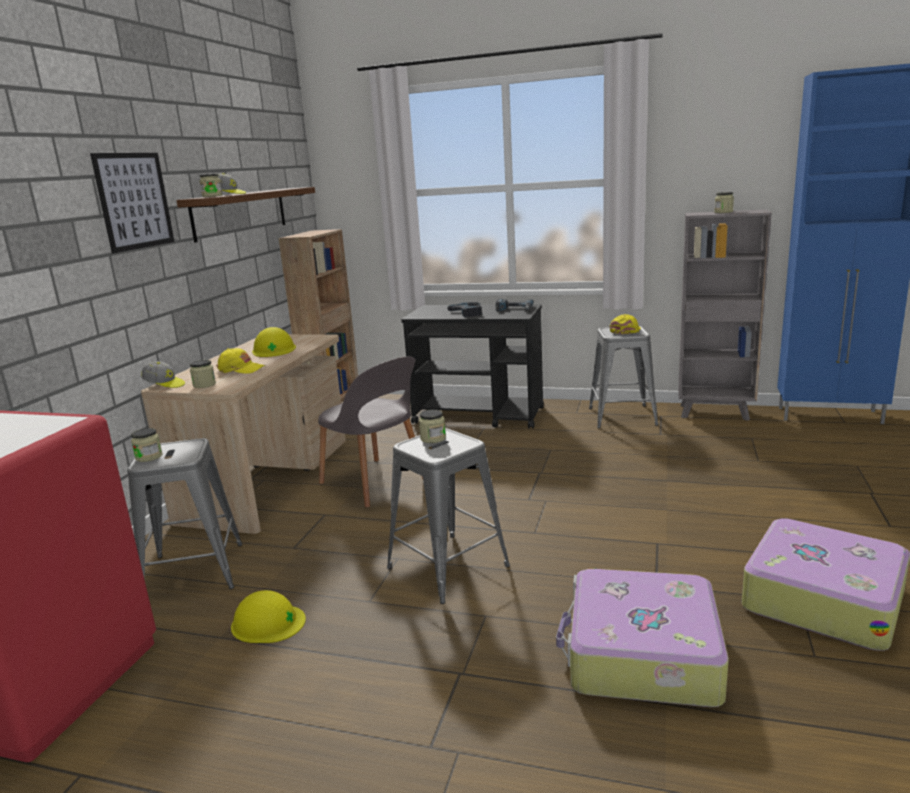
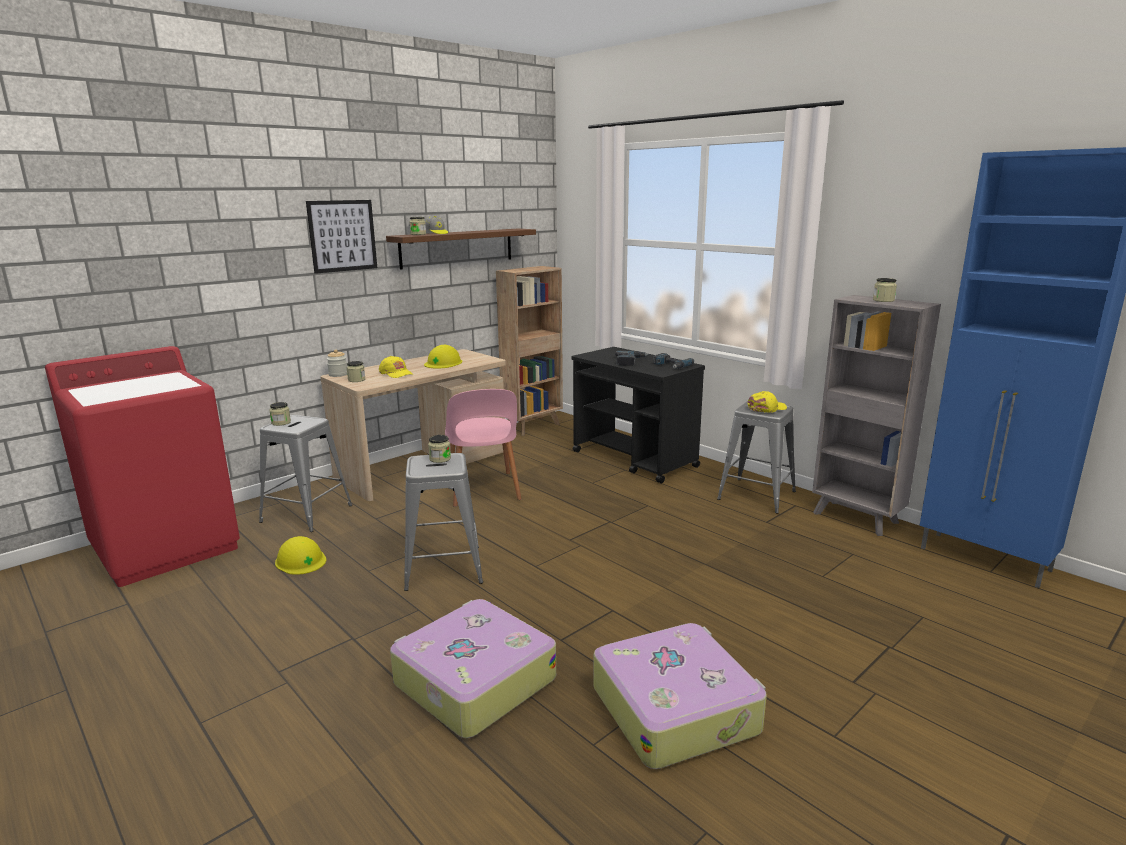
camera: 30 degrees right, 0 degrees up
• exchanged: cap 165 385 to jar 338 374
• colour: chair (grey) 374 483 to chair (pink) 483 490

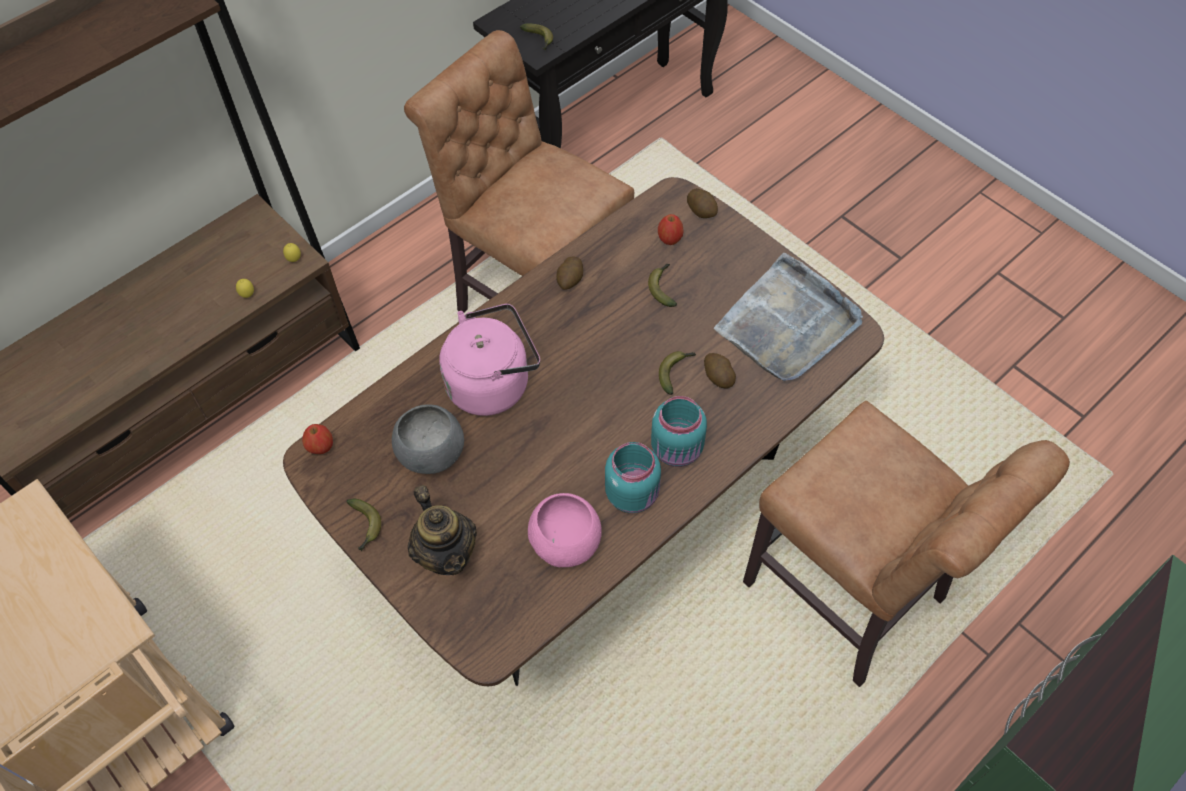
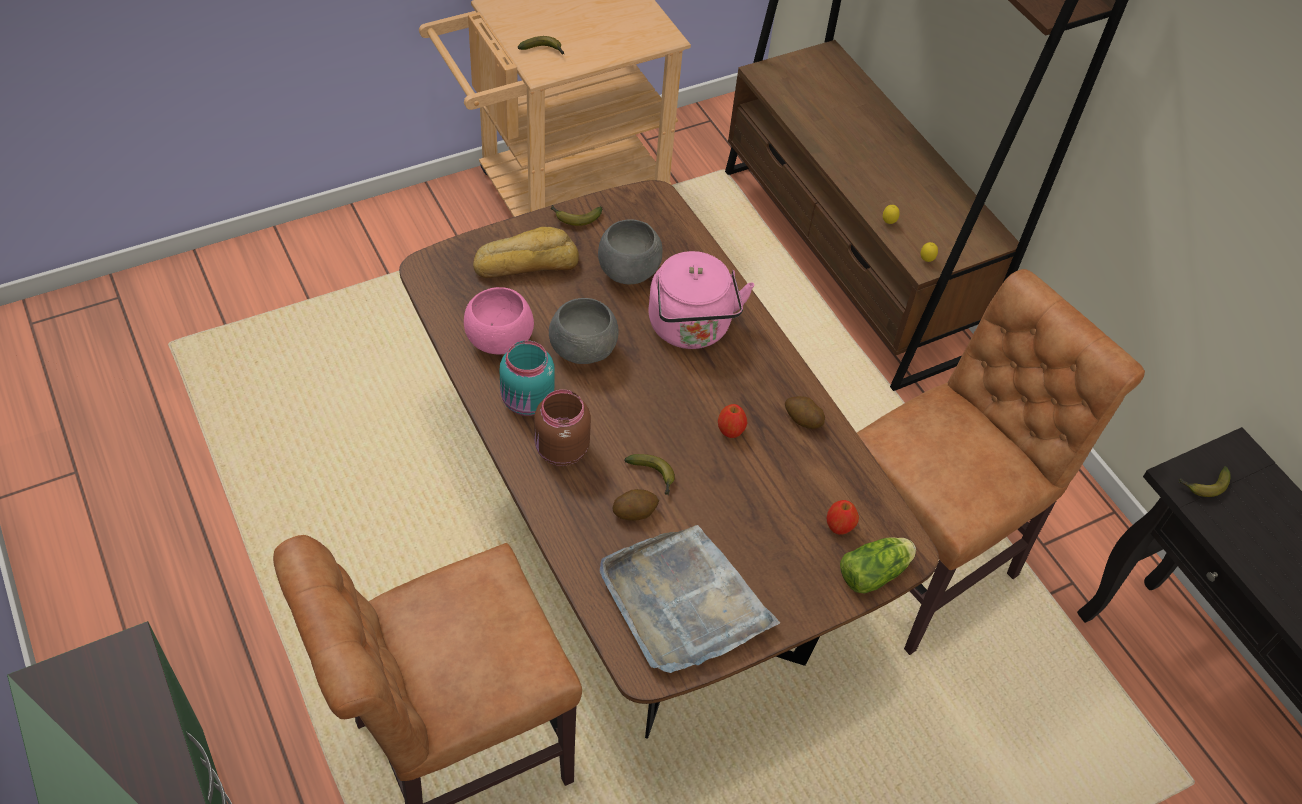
camera: 100 degrees right, 5 degrees down
• exchanged: teapot 447 554 to bread 525 262
• relocated: banana 663 287 to 544 51
• colour: jar (turquoise) 678 450 to jar (brown) 560 450
• appeared: bowl (grey) 583 351
• relocated: apple 321 447 to 730 430
• exchanged: potato 702 211 to lettuce 876 572

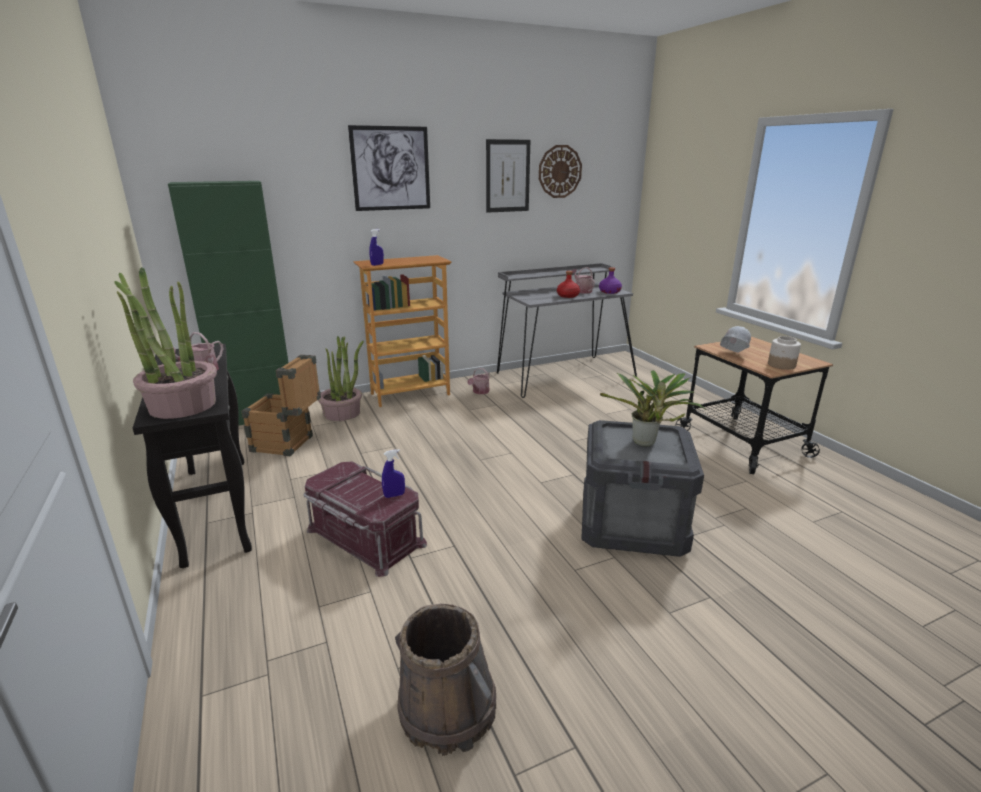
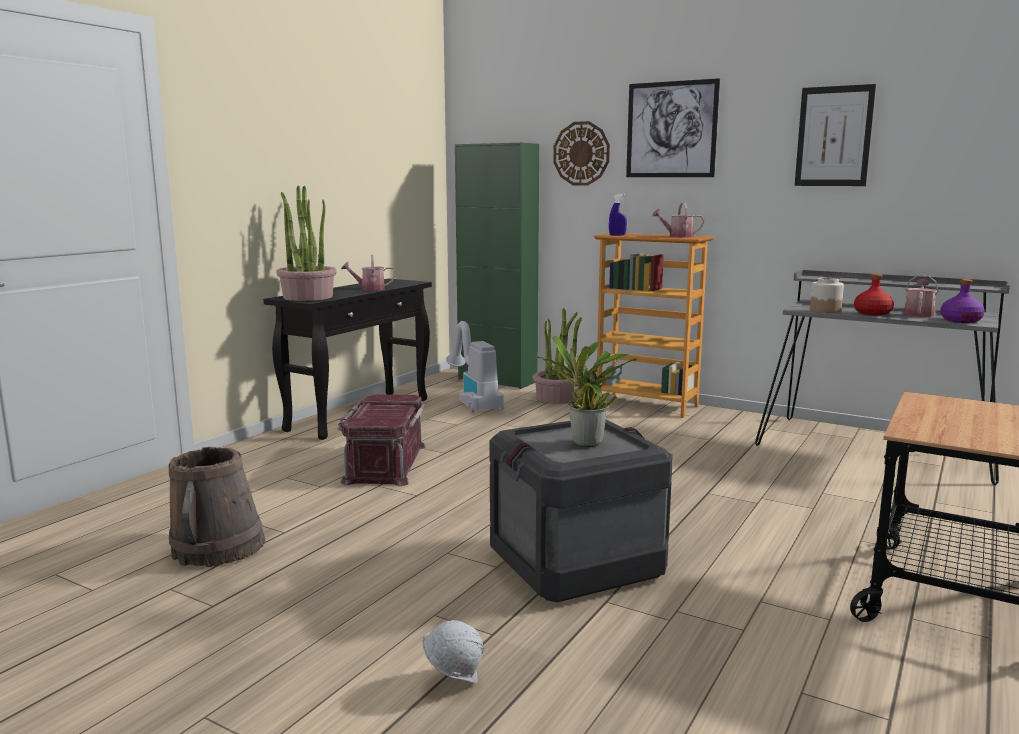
camera: 55 degrees right, 10 degrees down
• relocated: hard hat (white) 732 355 to 453 680
• exchanged: crate 288 445 to vacuum cleaner 473 401
• relocated: wall clock 559 171 to 581 153
• relocated: watering can 479 392 to 677 236
• relocated: jar 781 365 to 825 310
• missing: spray bottle (blue) 394 495

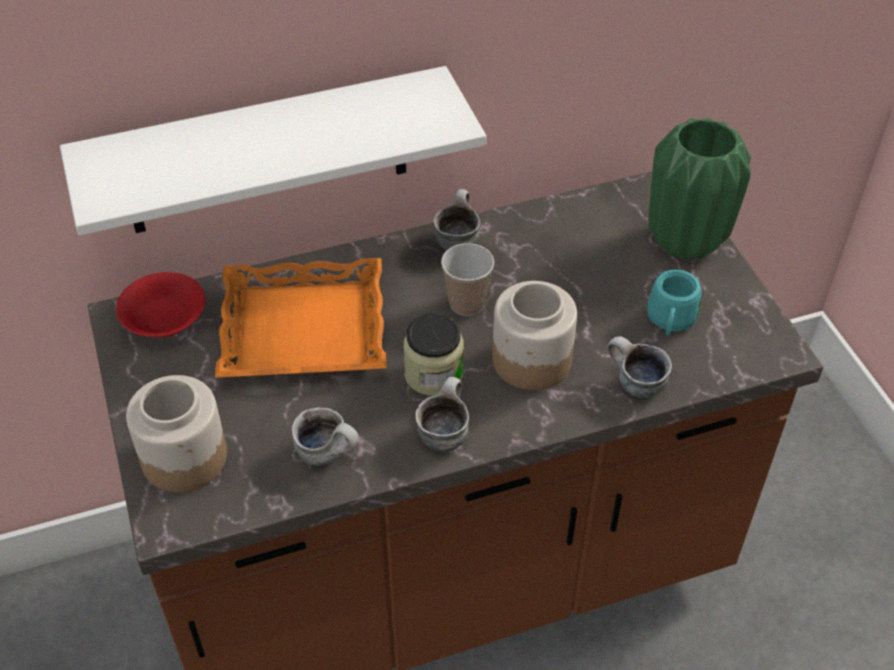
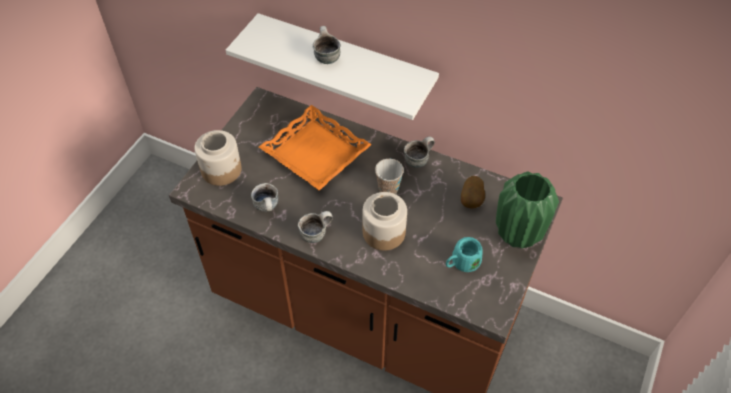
camera: 45 degrees right, 5 degrees up
• relocated: mug 633 384 to 325 56
• appeared: potato 472 201
• missing: bowl (red) 164 319
• missing: jar 434 374

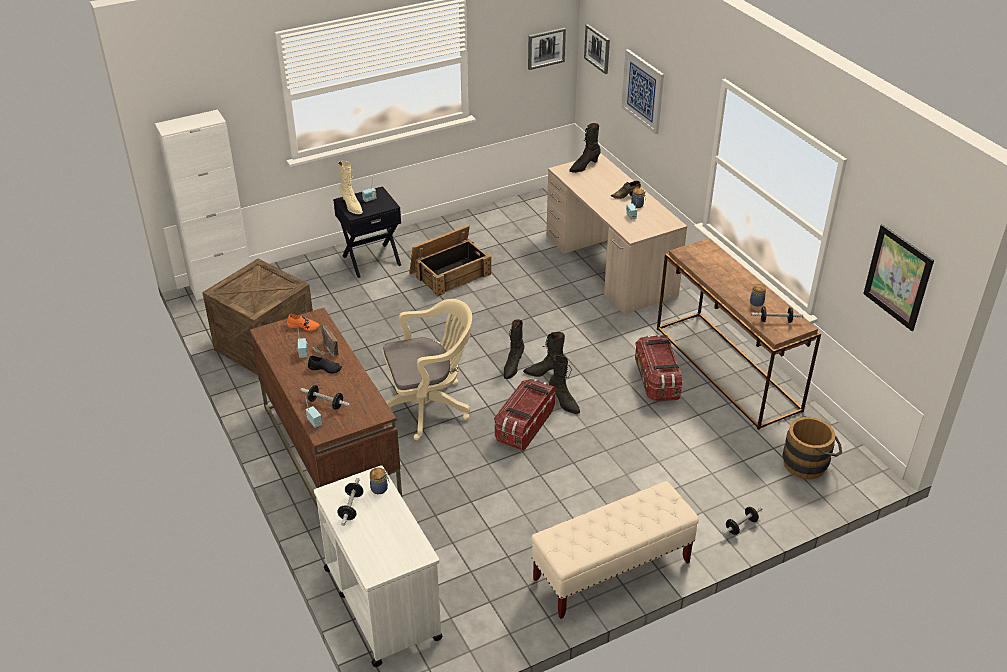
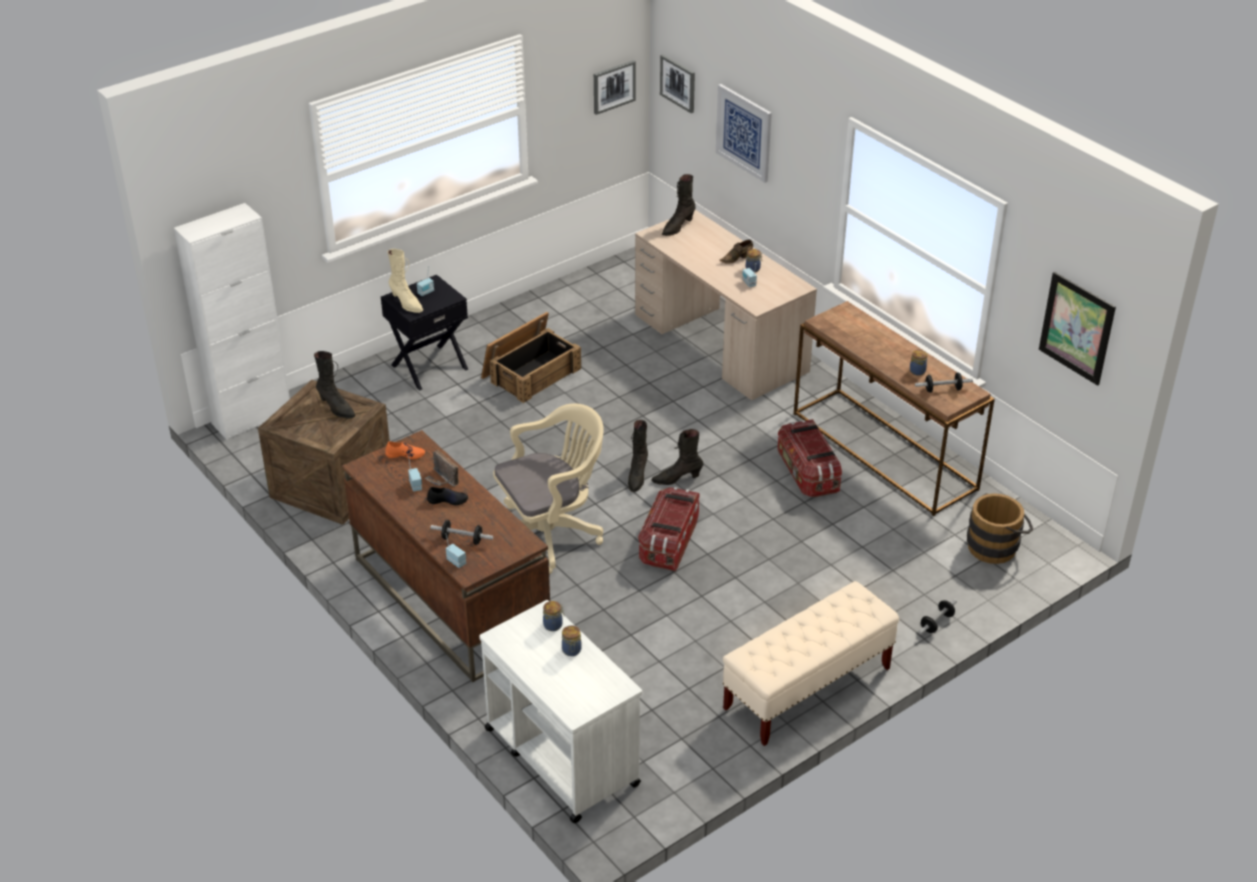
camera: 10 degrees left, 0 degrees up
• relocated: boot (black) 564 402 to 336 408
• appeared: jar 571 651
• missing: dumbbell 351 507

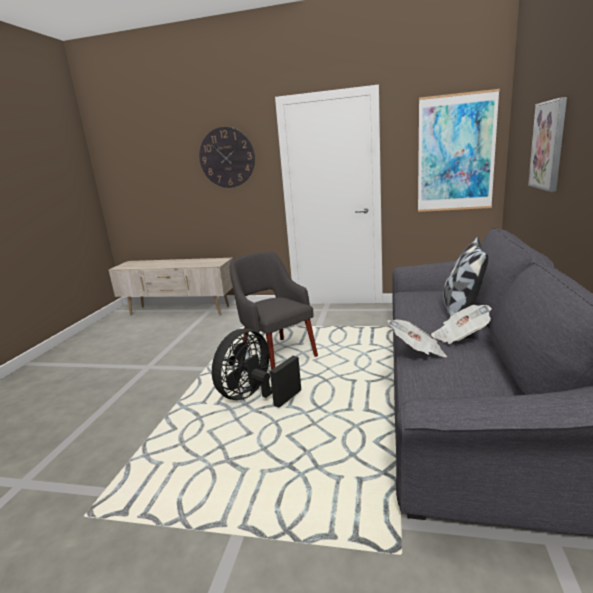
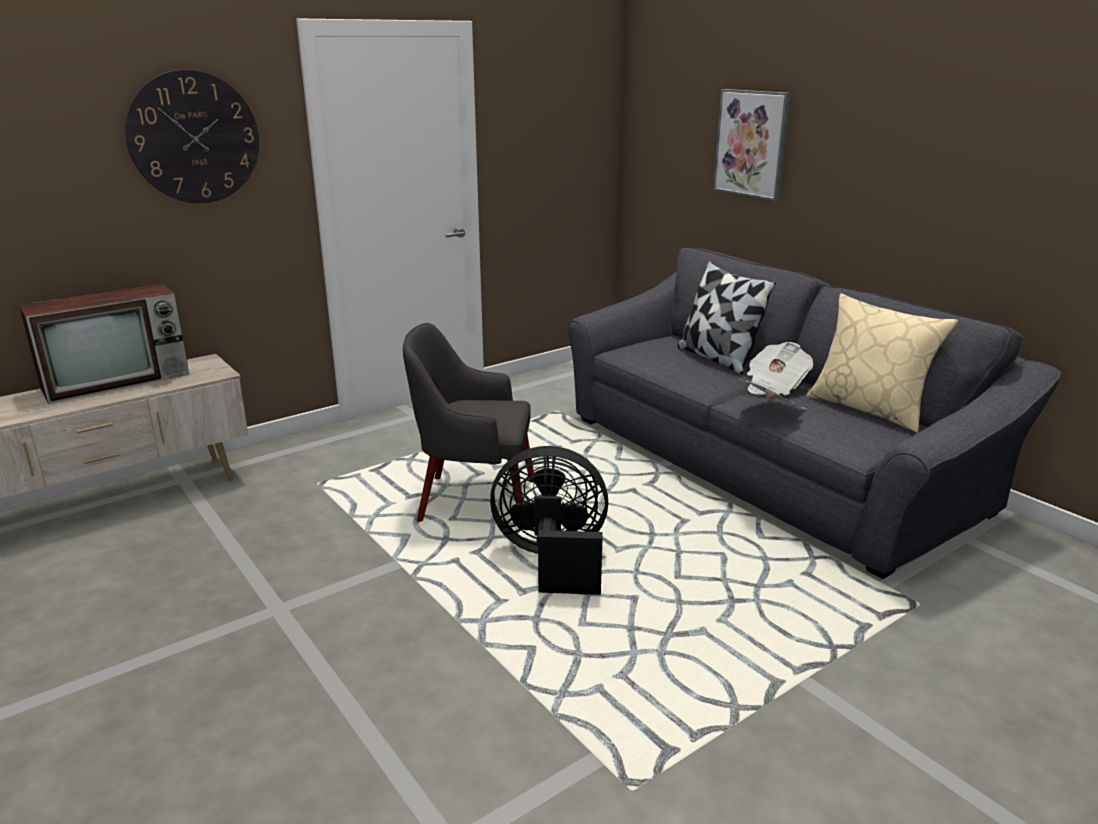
camera: 50 degrees left, 5 degrees up
• appeared: television 119 380
• spun: fan (black) 255 396 = 552 560 105 degrees clockwise
• appeared: pillow (beige) 869 409
• missing: picture 455 153

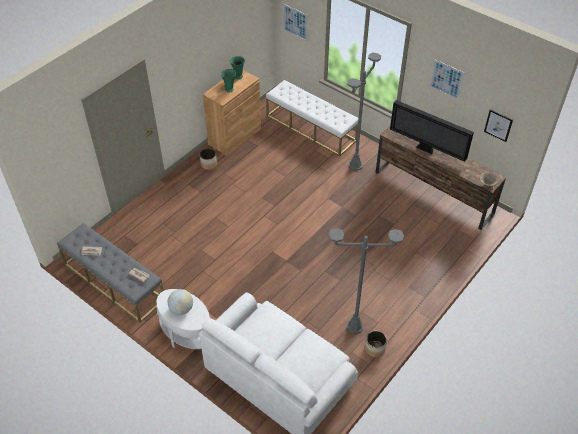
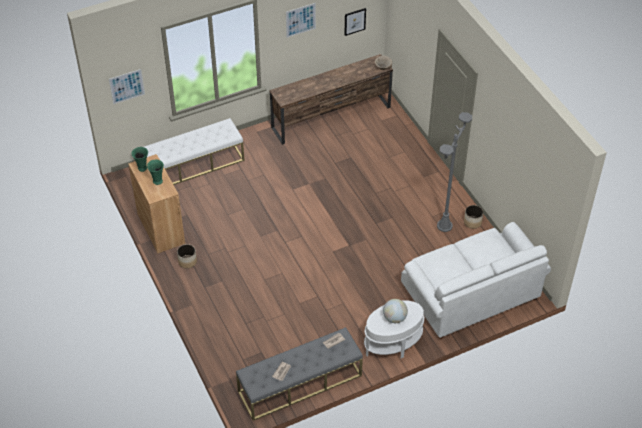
camera: 65 degrees left, 0 degrees up
• missing: floor lamp (grey) 355 165
• missing: television 426 150

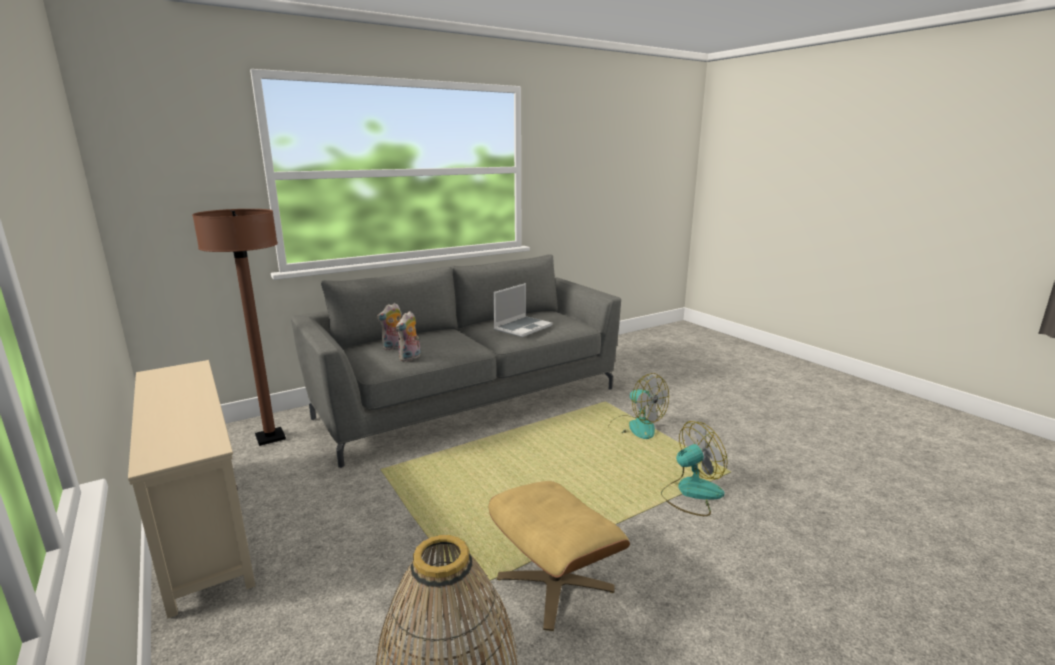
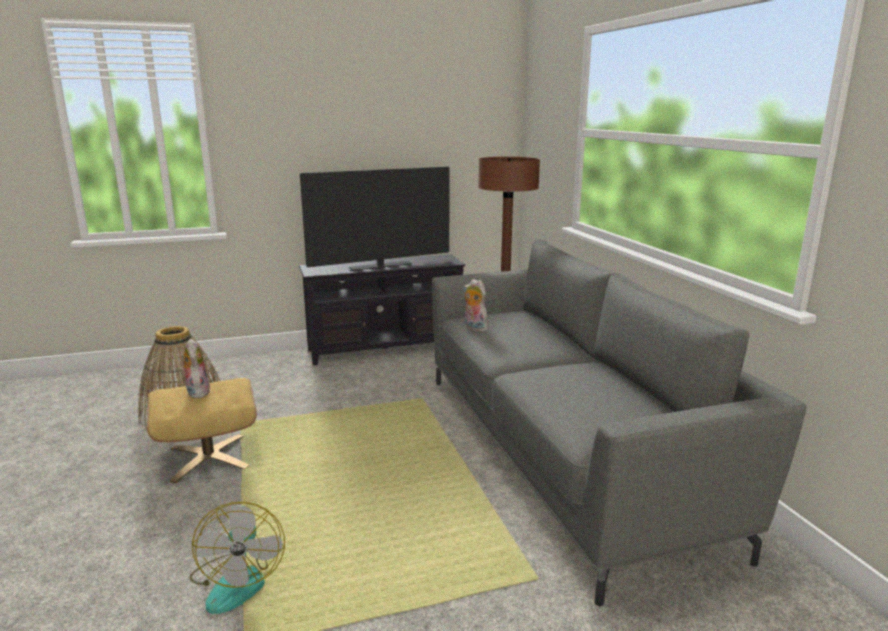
camera: 105 degrees right, 0 degrees up
• relocated: plush toy 394 348 to 196 392
• colour: tv stand (beige) 202 528 to tv stand (black) 385 349
• appeared: television 380 266
• missing: laptop 523 327
• missing: fan 635 427

